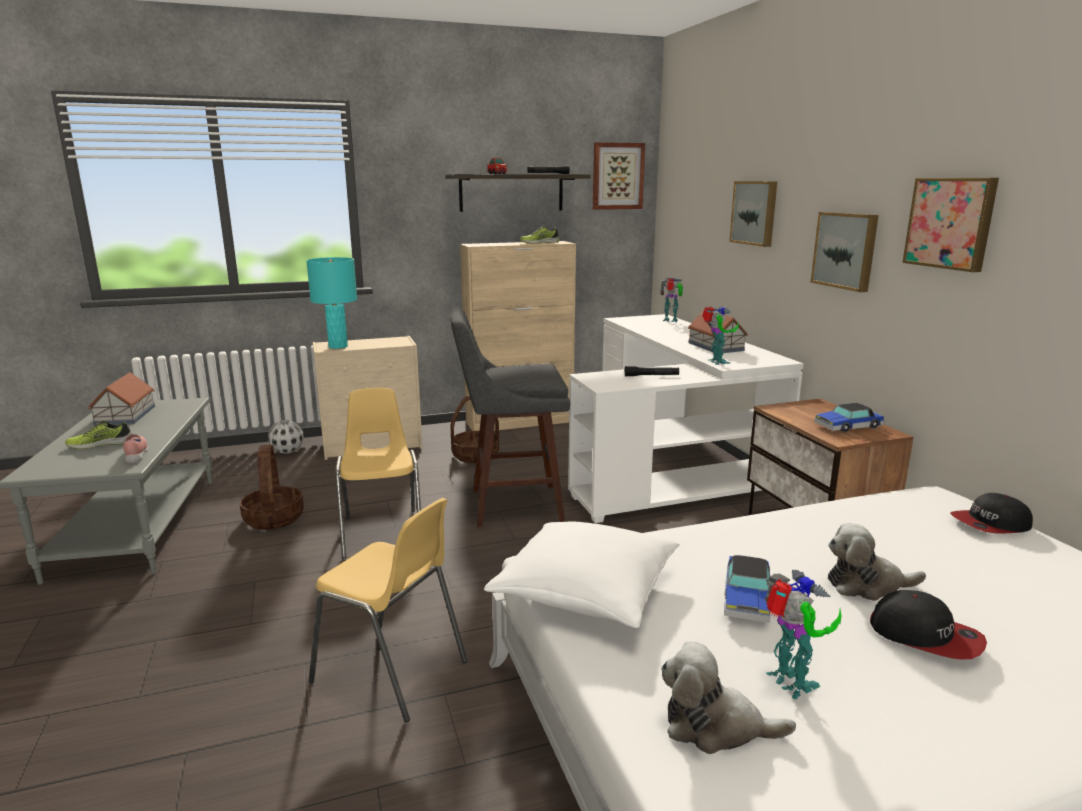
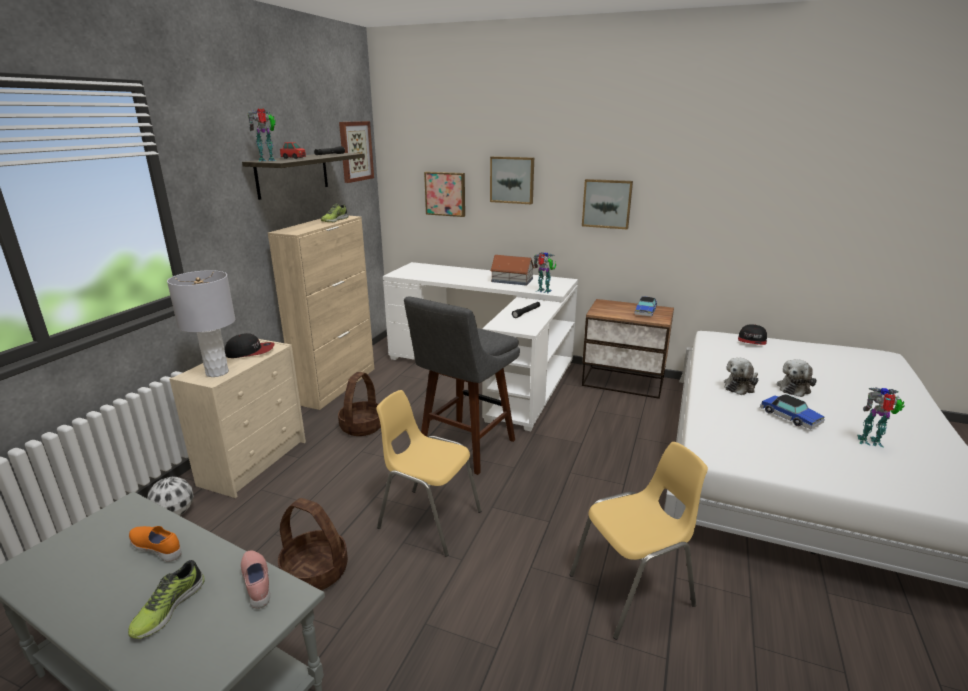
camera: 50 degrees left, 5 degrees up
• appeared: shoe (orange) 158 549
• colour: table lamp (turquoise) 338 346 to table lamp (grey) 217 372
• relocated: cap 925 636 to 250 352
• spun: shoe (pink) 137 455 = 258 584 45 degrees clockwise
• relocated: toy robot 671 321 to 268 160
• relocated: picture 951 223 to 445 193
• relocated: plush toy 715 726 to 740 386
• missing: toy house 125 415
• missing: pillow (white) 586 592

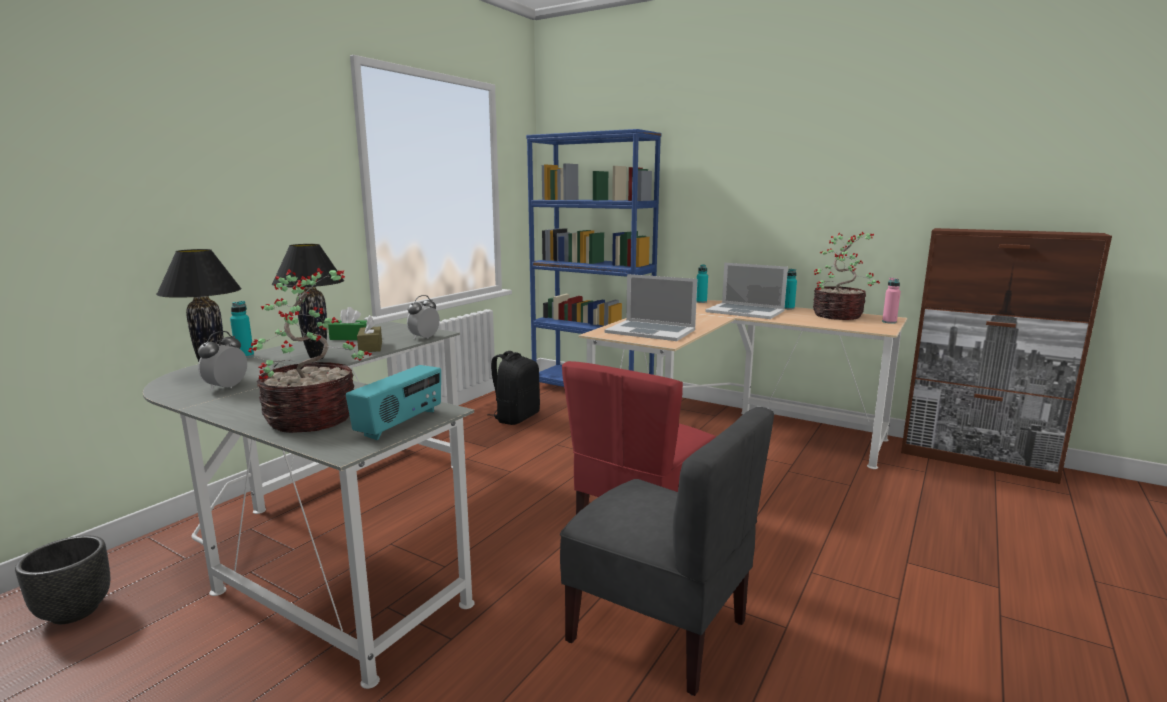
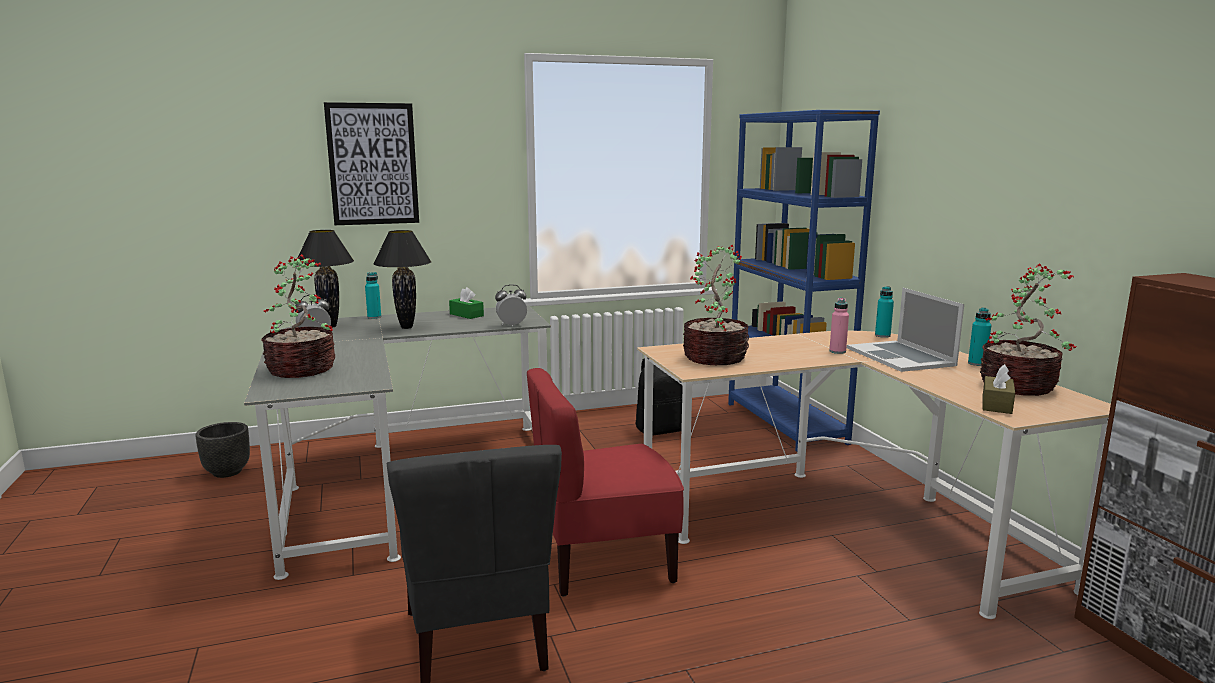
camera: 40 degrees right, 0 degrees up
• appeared: picture 373 164
• exchanged: laptop 650 331 to potted plant 715 357
• relocated: bottle (pink) 889 322 to 837 351
• relocated: tissue box (brown) 370 347 to 996 404
• missing: radio 400 423

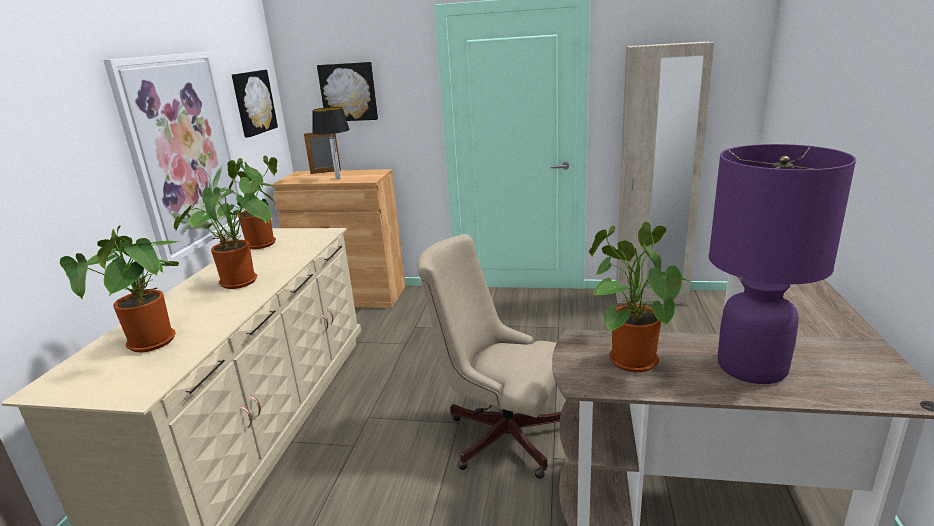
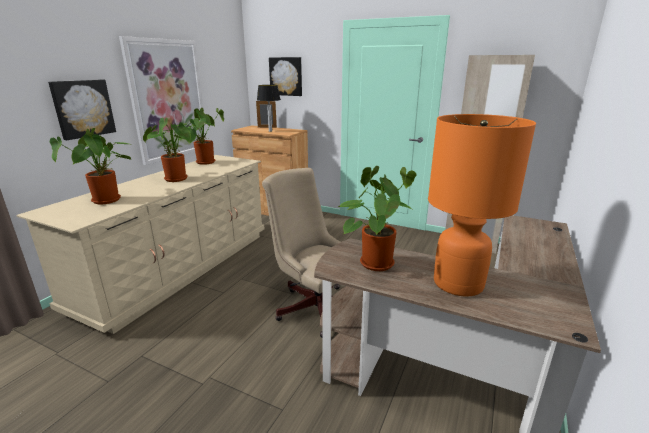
camera: 15 degrees right, 0 degrees up
• relocated: picture 253 102 to 83 108
• colour: table lamp (purple) 752 367 to table lamp (orange) 458 283

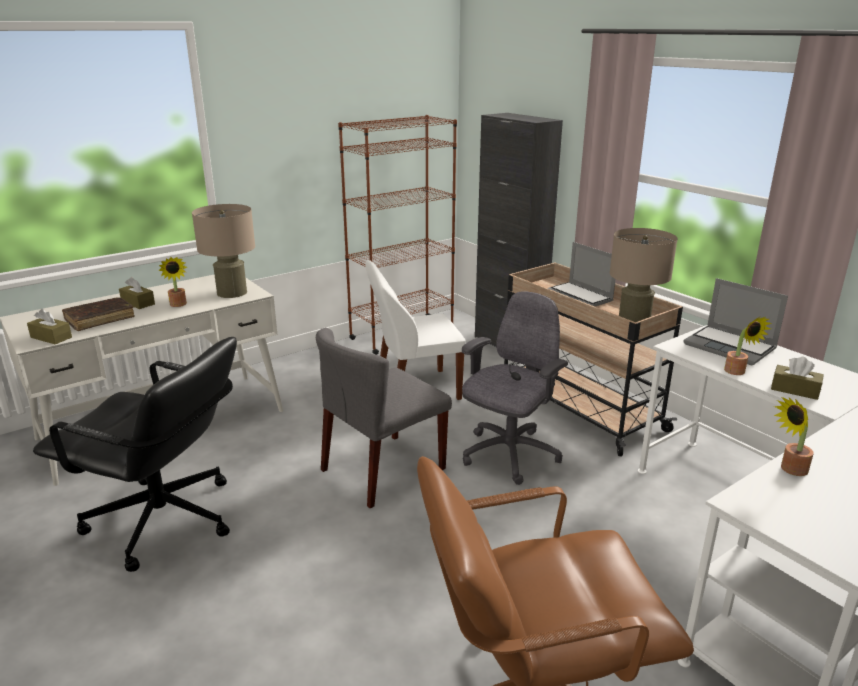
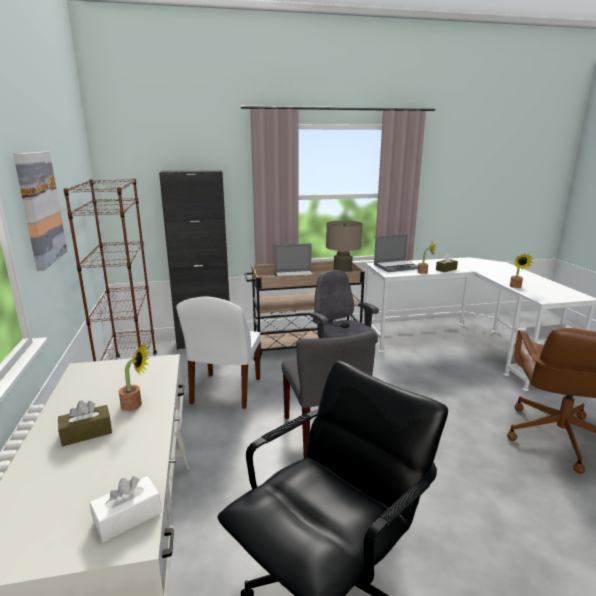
camera: 65 degrees left, 5 degrees down
• appeared: picture 40 208
• colour: tissue box (brown) 51 337 to tissue box (white) 128 517
• missing: book (brown) 100 319
• missing: table lamp (beige) 232 292

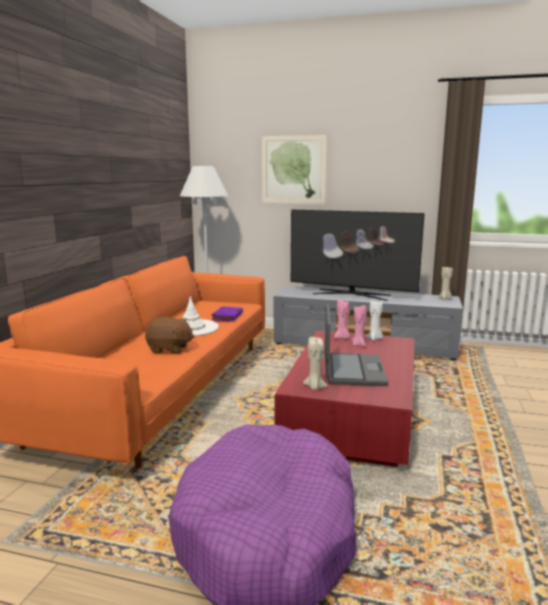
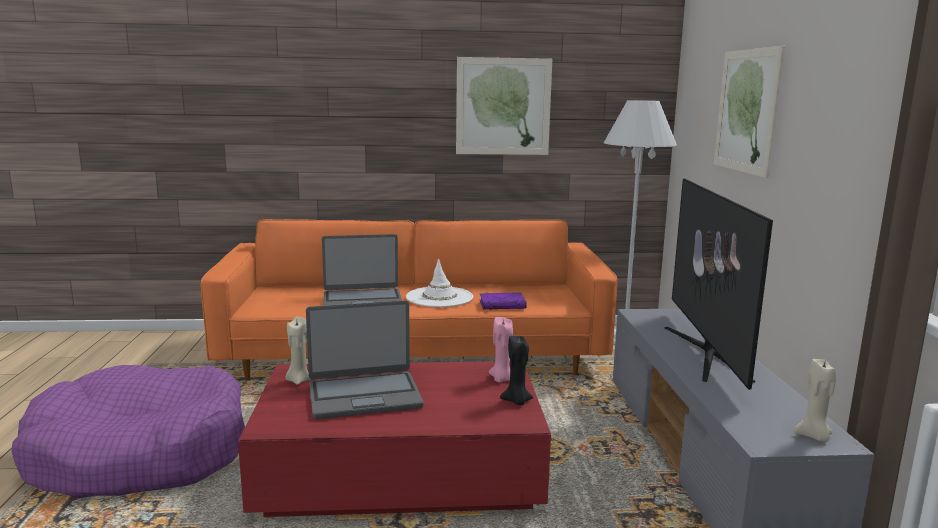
camera: 70 degrees right, 0 degrees up
• exchanged: plush toy (brown) 169 349 to laptop 362 301
• appeared: picture 503 106
• colour: candle (white) 375 339 to candle (black) 517 401
• missing: candle (pink) 359 344

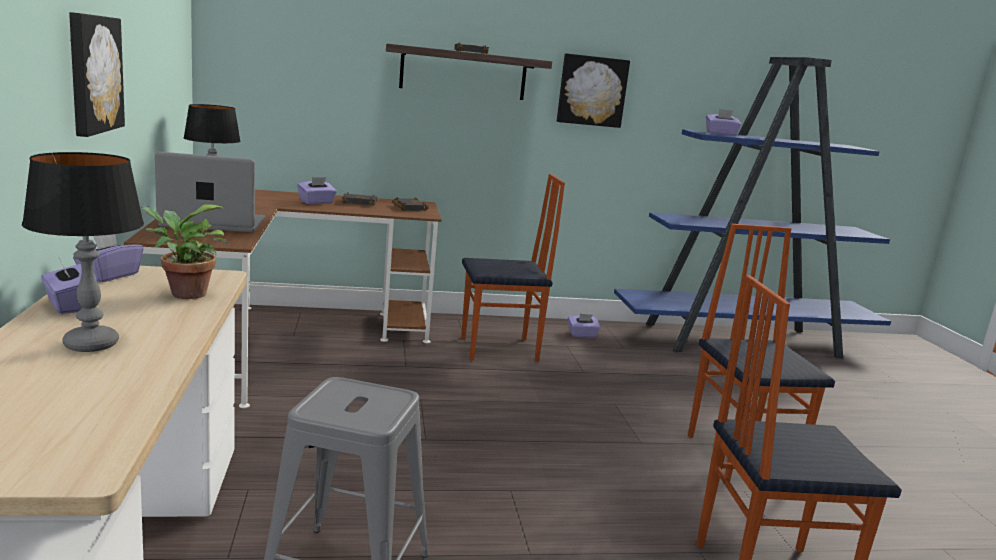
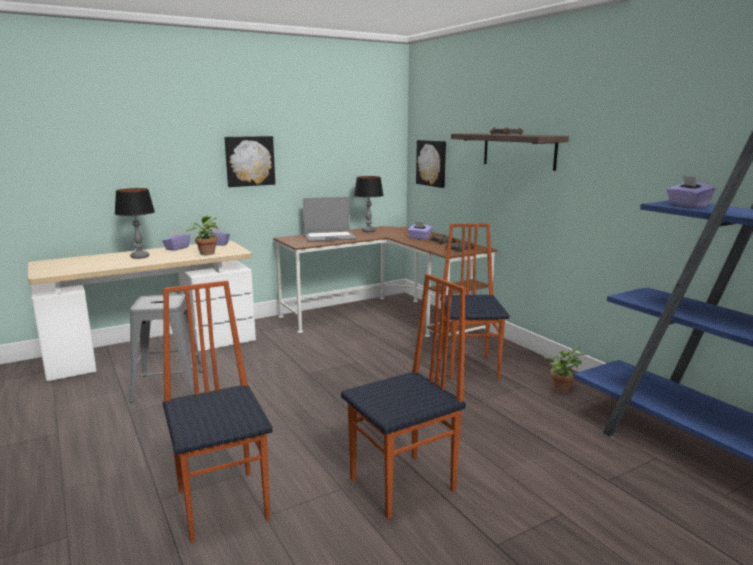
camera: 70 degrees right, 0 degrees up
• spun: laptop 213 223 = 329 237 105 degrees clockwise
• relocated: picture 592 91 to 432 163
• spun: chair 500 350 = 470 367 150 degrees counterclockwise
• exchanged: tissue box (purple) 582 335 to potted plant 562 388

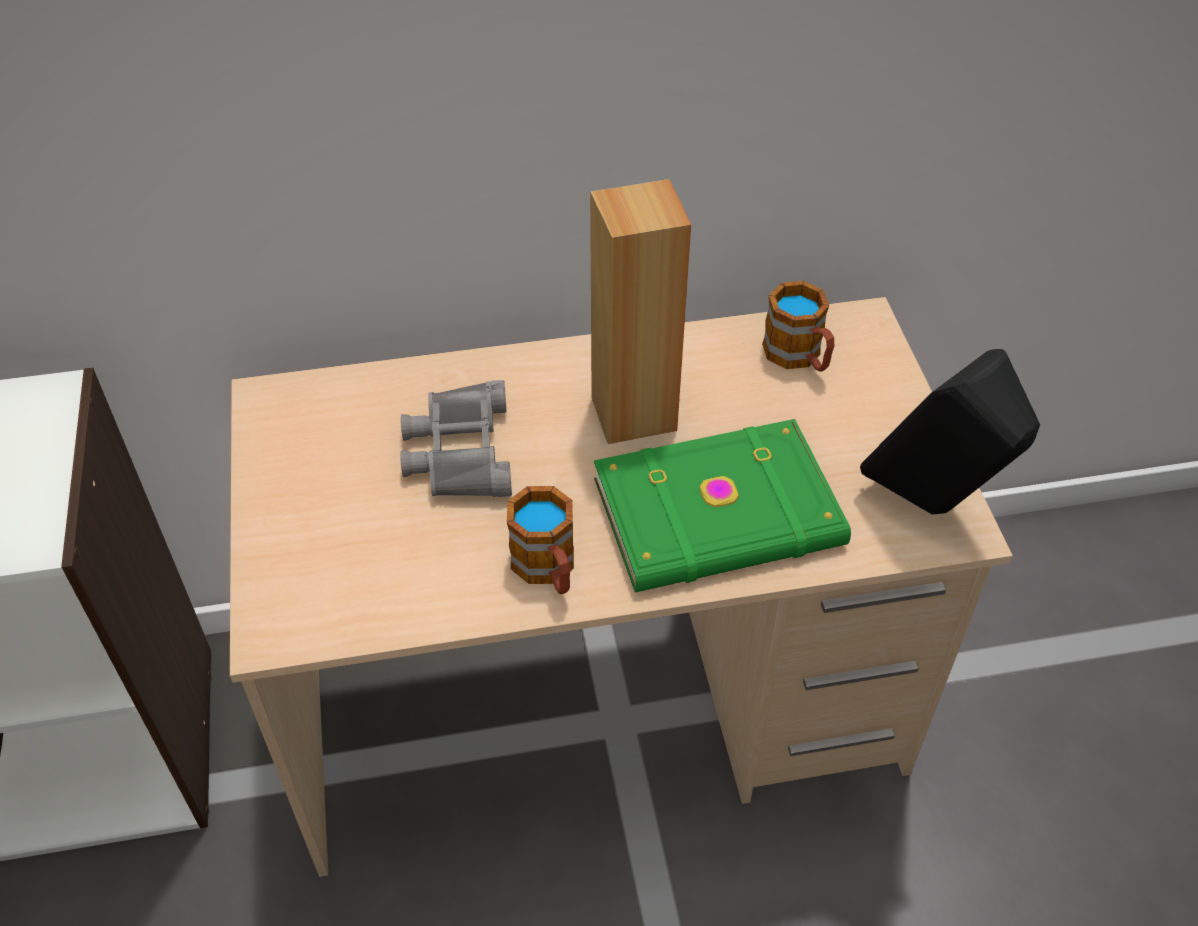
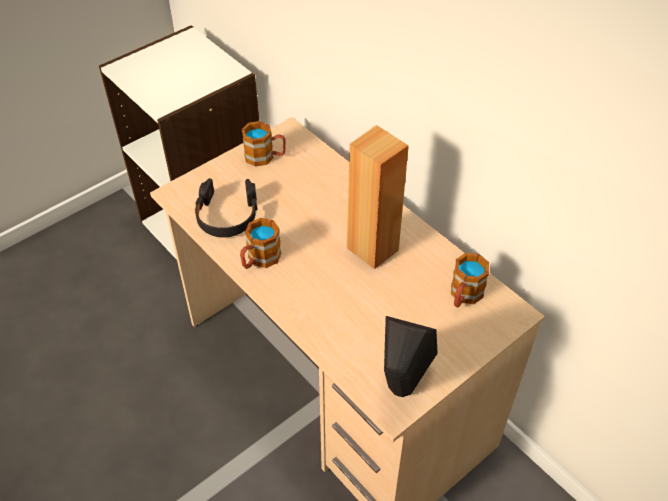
camera: 60 degrees right, 0 degrees up
• appeared: headphones (black) 227 215
• appeared: mug 265 157
• missing: binoculars (grey) 458 451
• missing: book (green) 721 516

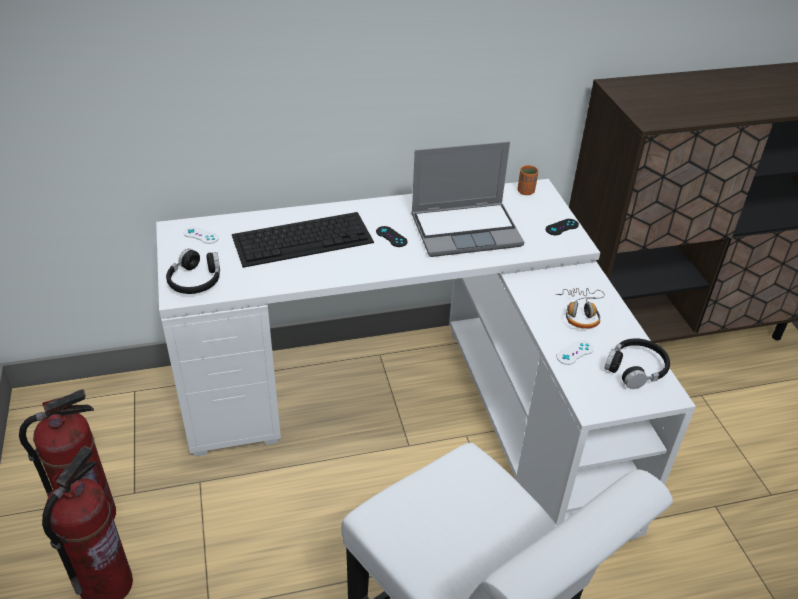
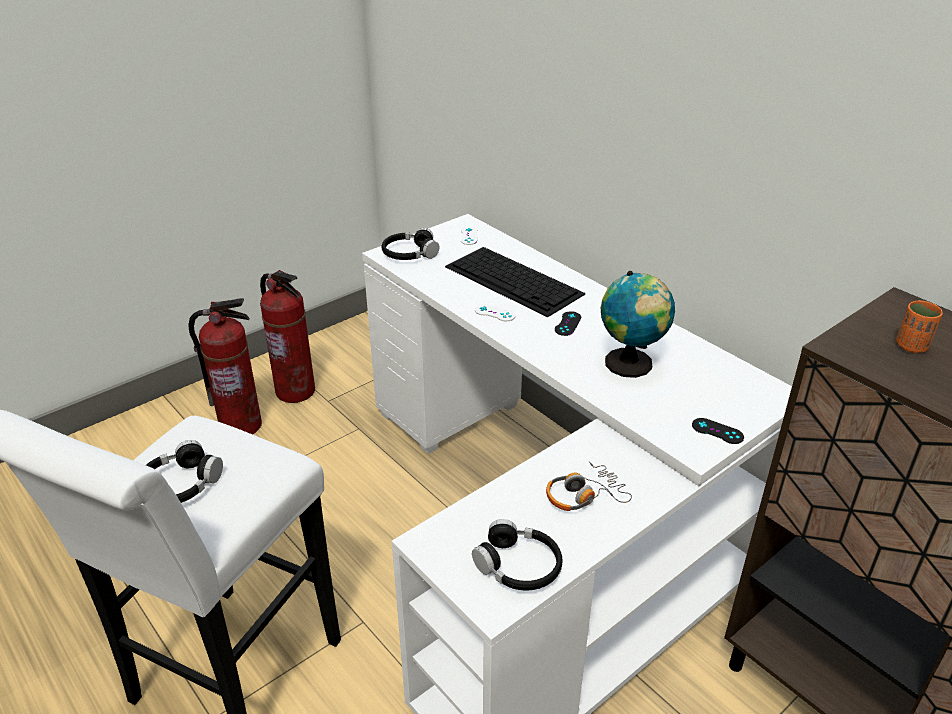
camera: 65 degrees right, 5 degrees down
• appeared: headphones (black) 180 485
• relocated: game controller (white) 575 353 to 494 313
• exchanged: laptop 466 230 to globe 631 365
• relocated: cup (orange) 526 191 to 911 346

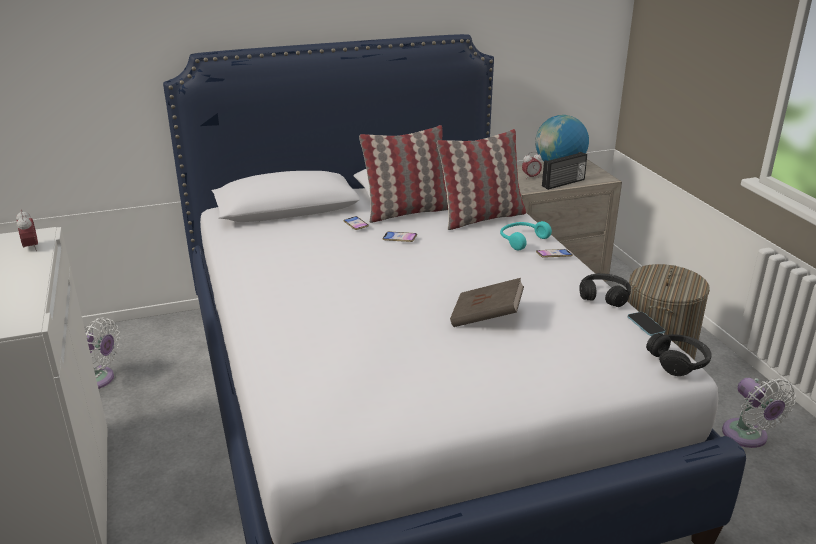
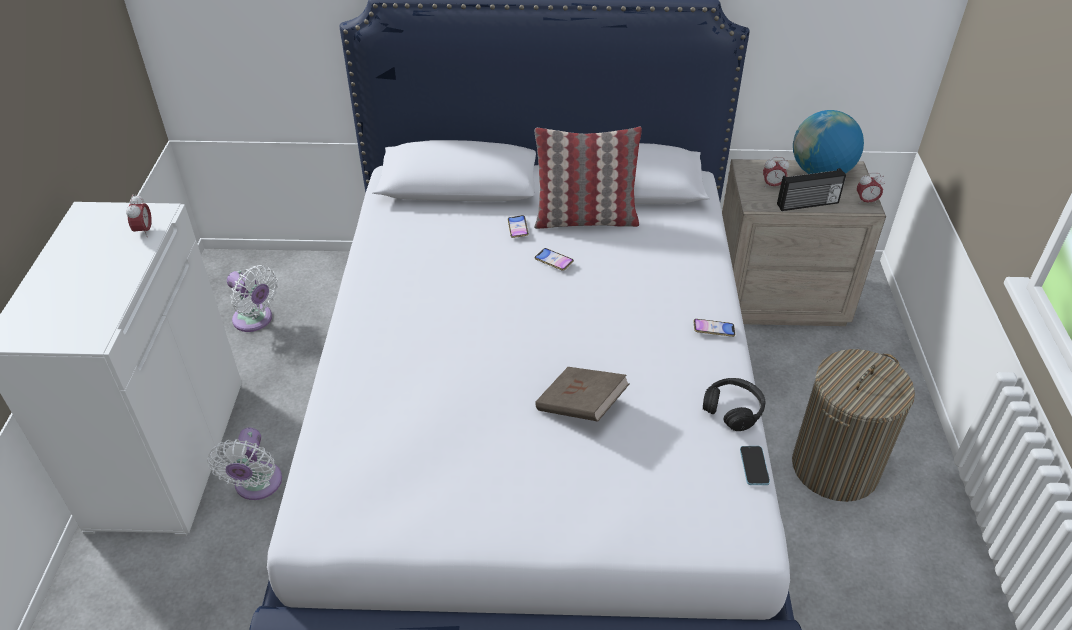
camera: 20 degrees right, 15 degrees up
• relocated: fan (white) 747 437 to 257 485
• appeared: alarm clock 866 201
• missing: pillow 481 217
• missing: headphones (turquoise) 521 240
• missing: headphones (black) 678 362

